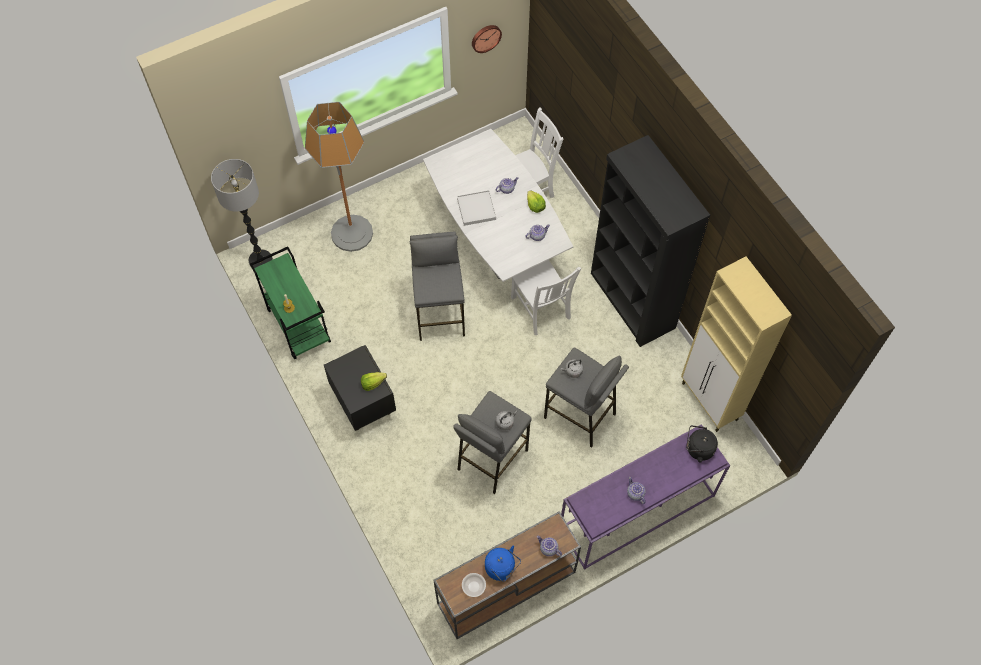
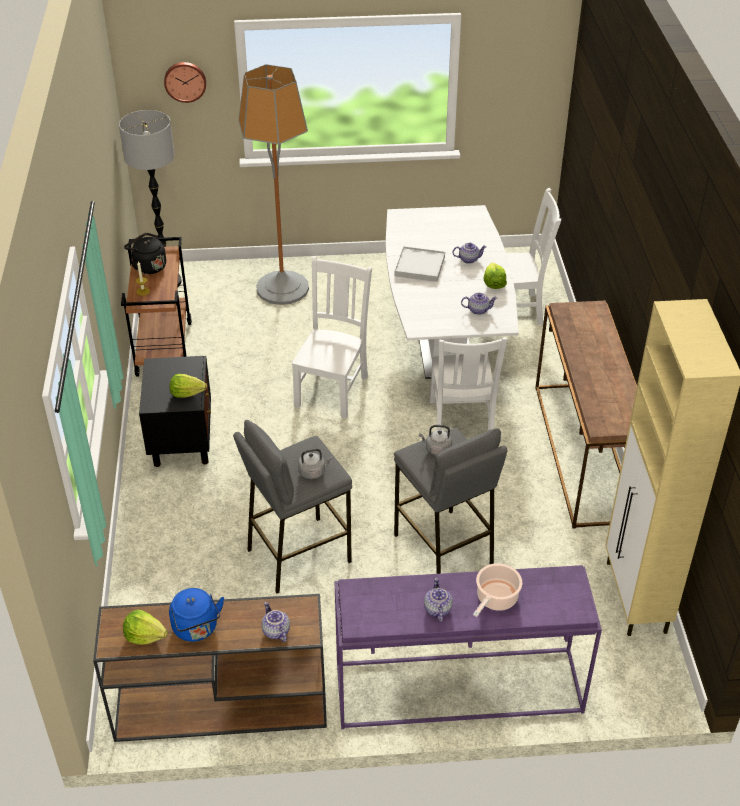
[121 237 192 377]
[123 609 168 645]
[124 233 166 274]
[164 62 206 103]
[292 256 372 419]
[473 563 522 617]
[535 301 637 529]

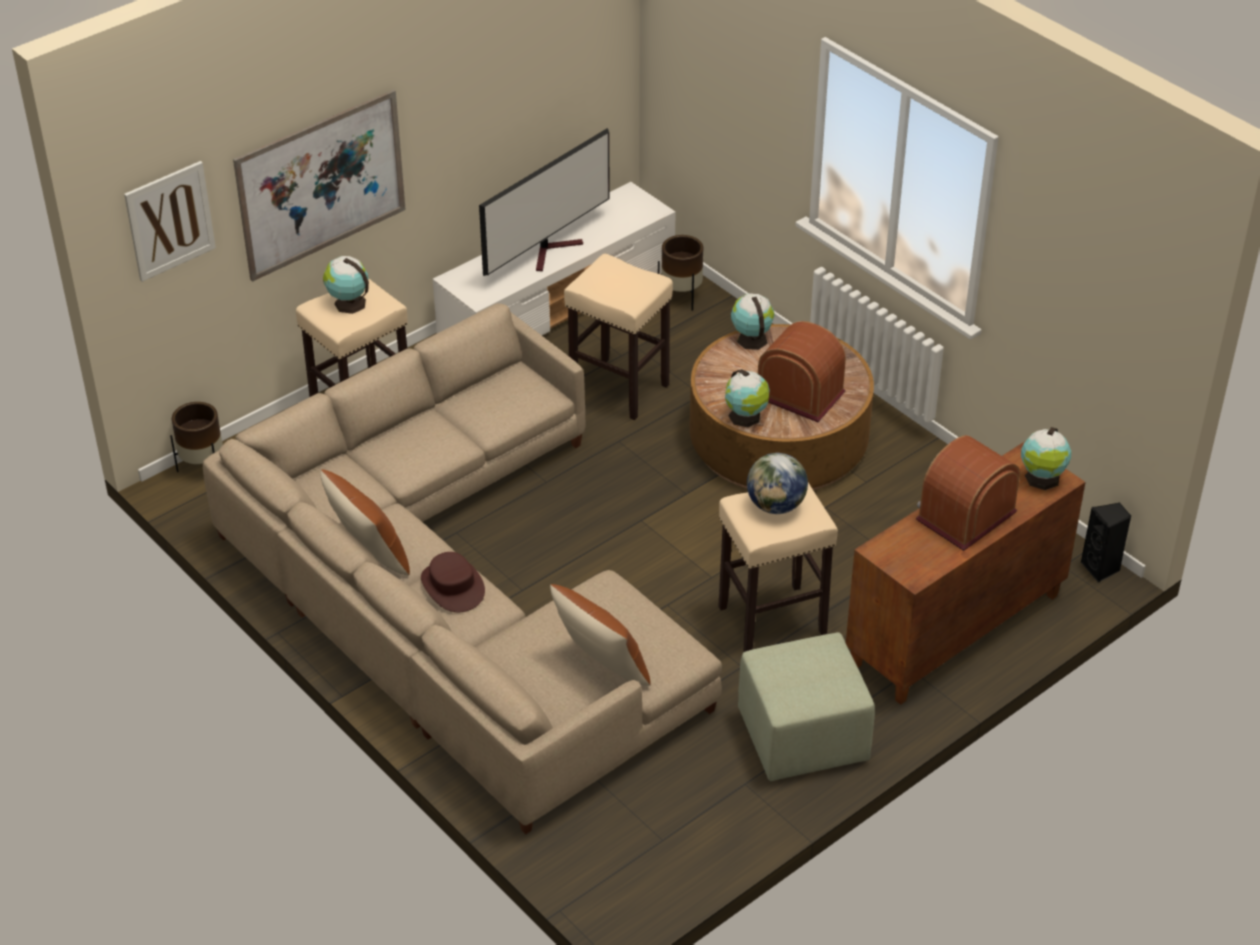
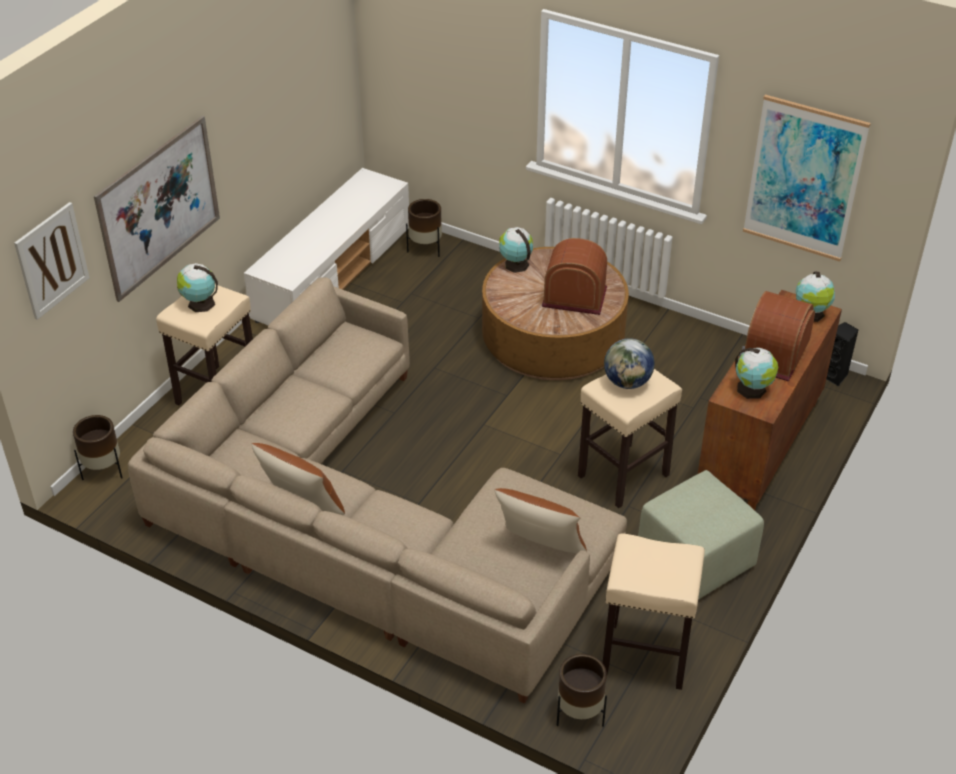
[557 654 607 727]
[602 533 705 690]
[735 348 778 399]
[743 95 871 262]
[421 552 485 612] (first image)
[479 128 610 276] (first image)

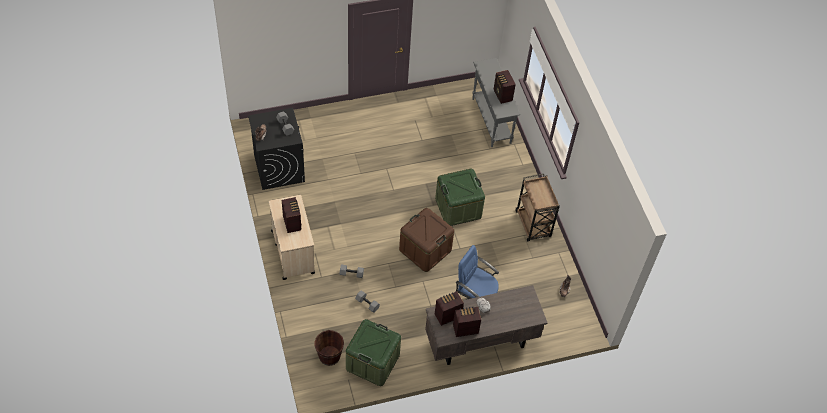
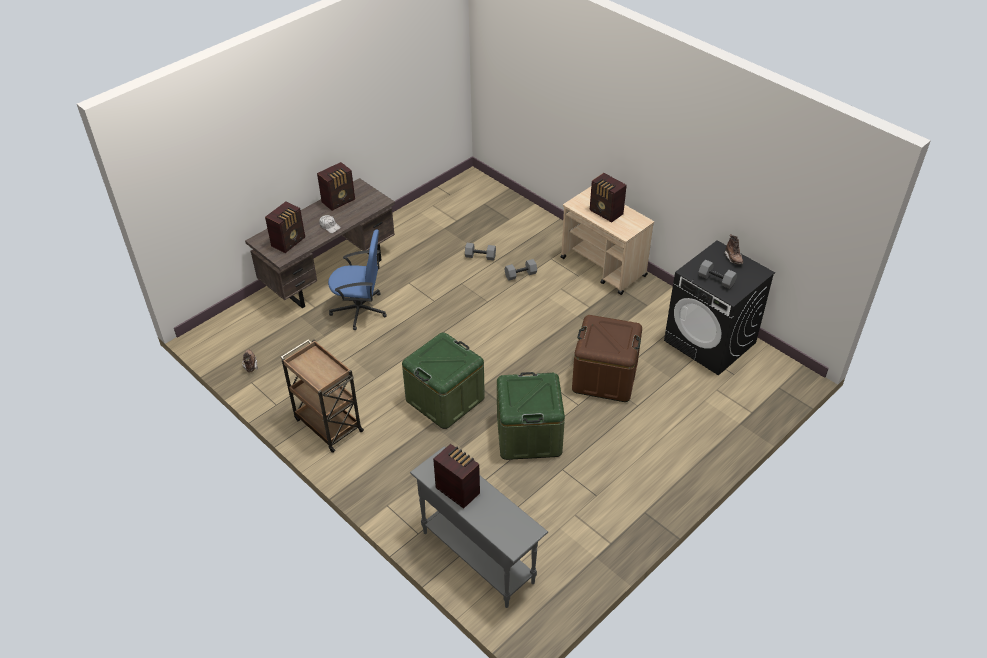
[265 202 305 253]
[497 372 565 460]
[572 315 642 402]
[315 330 344 366] (first image)

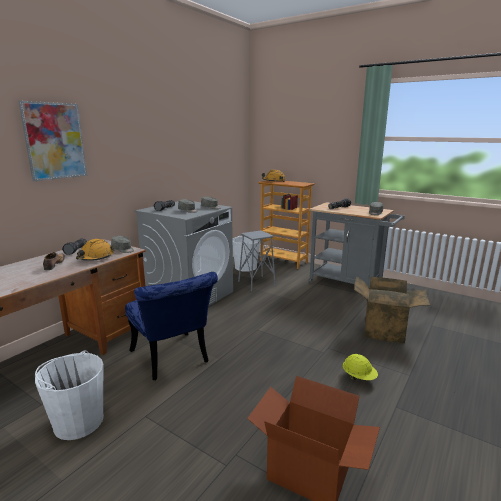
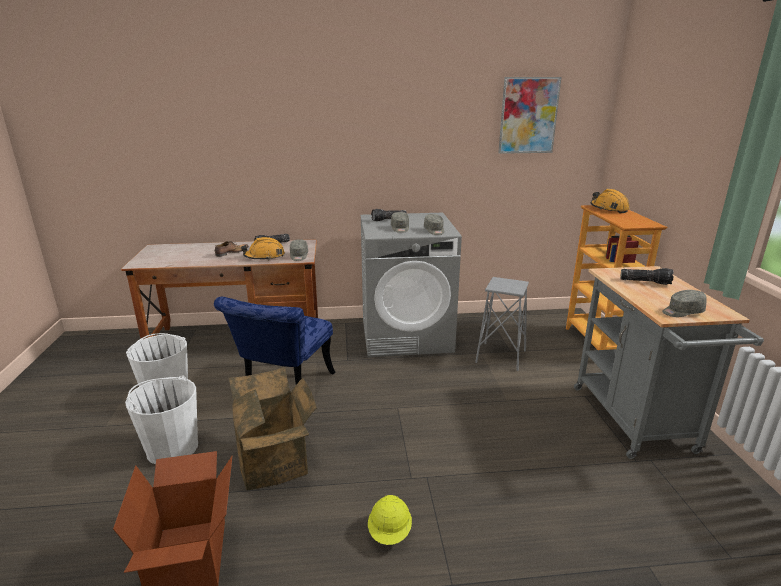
[125 375 198 464]
[229 367 317 490]
[498 77 561 154]

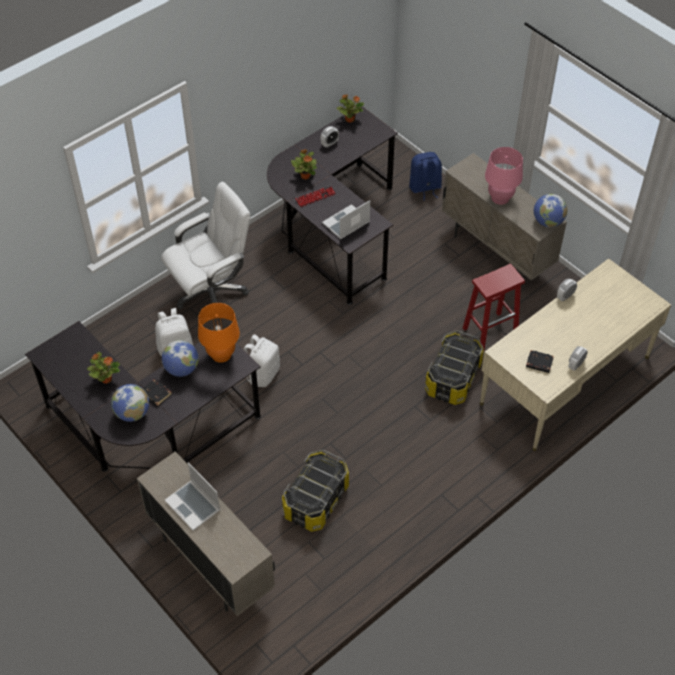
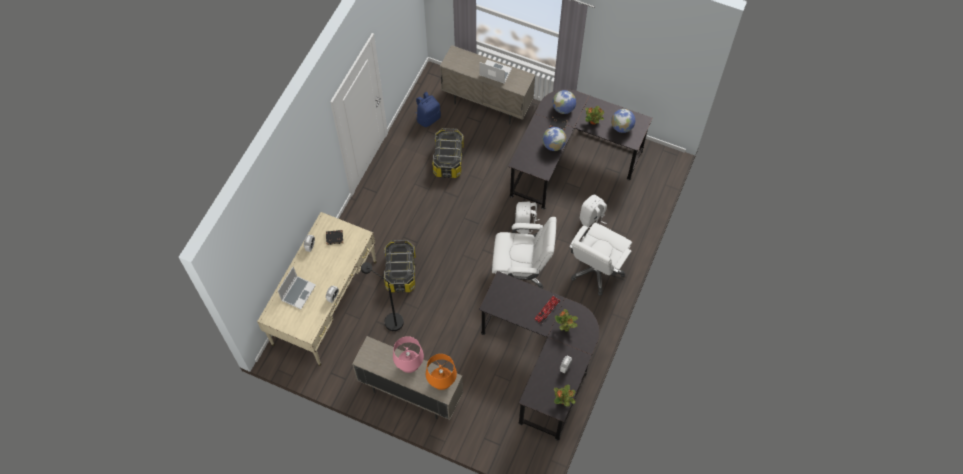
[278 266 316 309]
[361 262 404 331]
[416 92 441 127]
[426 354 457 390]
[492 217 556 289]
[611 109 635 133]

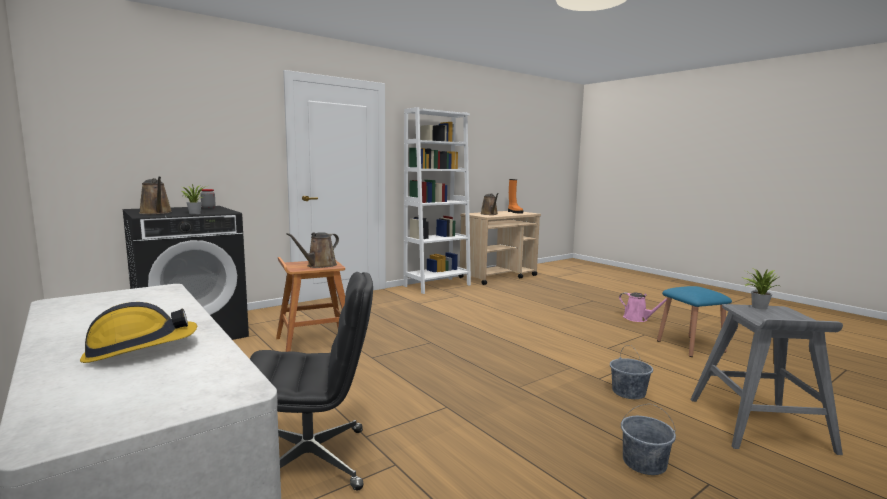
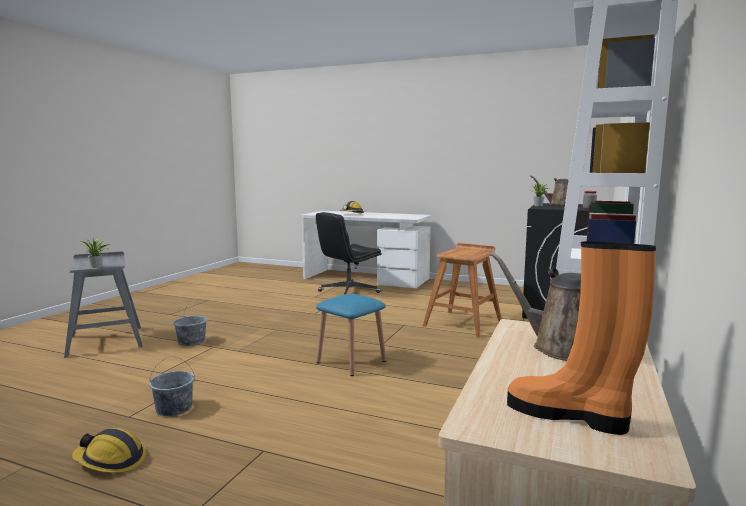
[72 428 146 473]
[149 356 195 416]
[316 294 386 376]
[286 232 339 268] (first image)

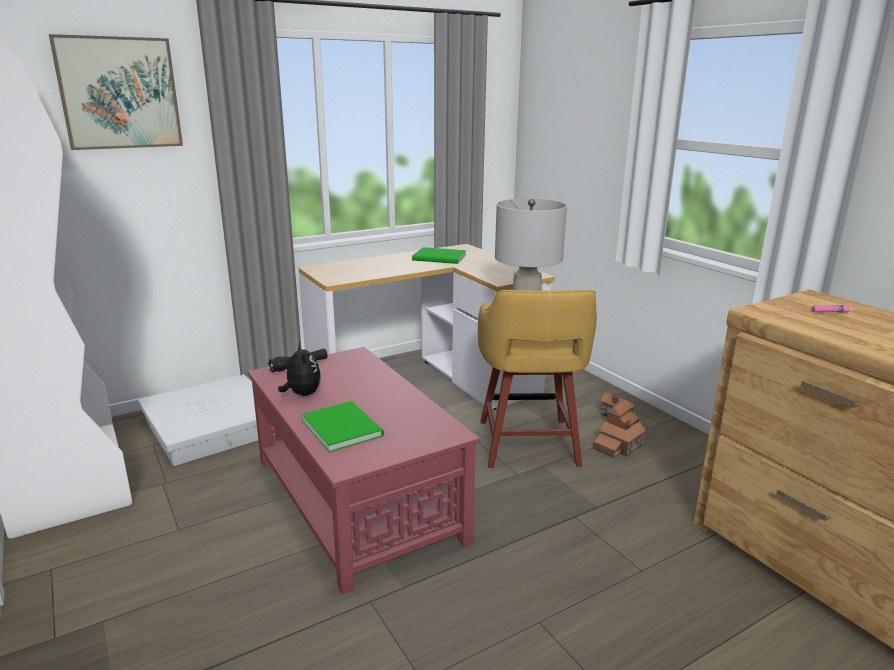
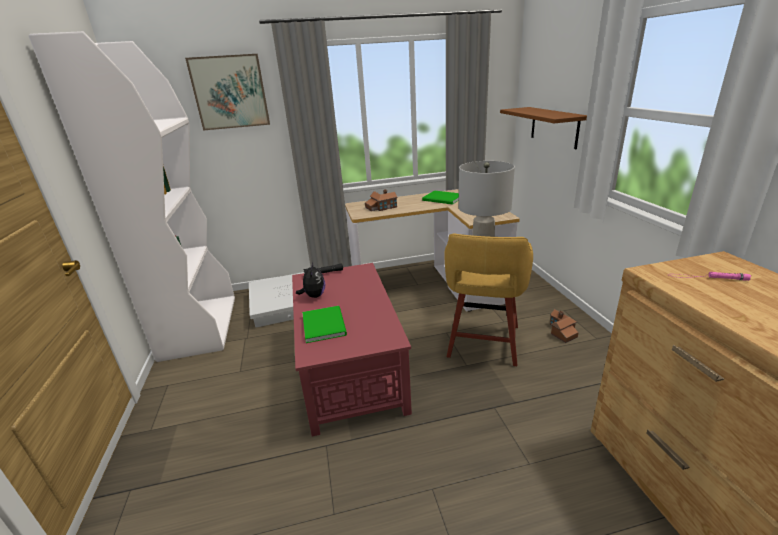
[365 189 398 211]
[500 107 587 149]

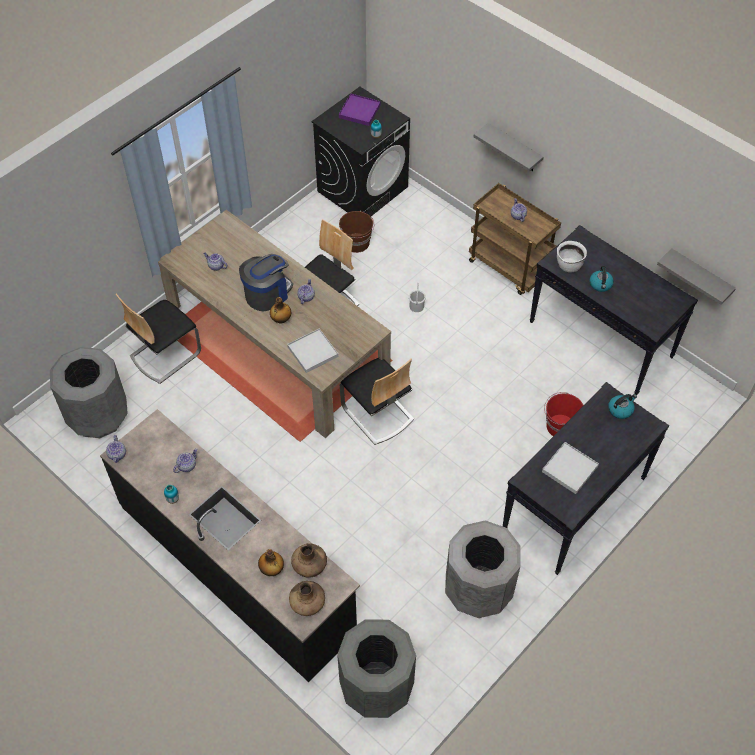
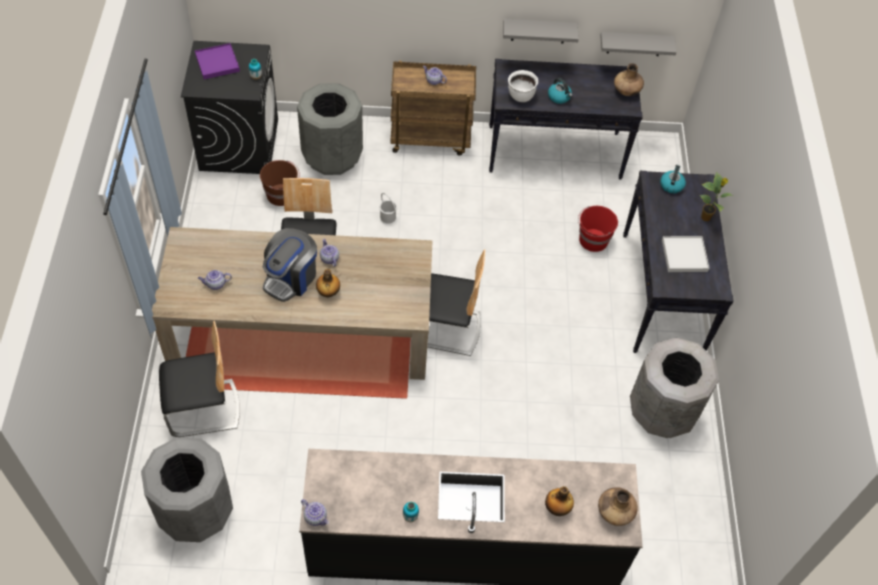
[159 321 240 437]
[263 228 317 302]
[297 83 363 175]
[503 19 579 44]
[614 63 644 96]
[700 172 733 221]
[173 448 198 473] (first image)
[287 328 338 373] (first image)

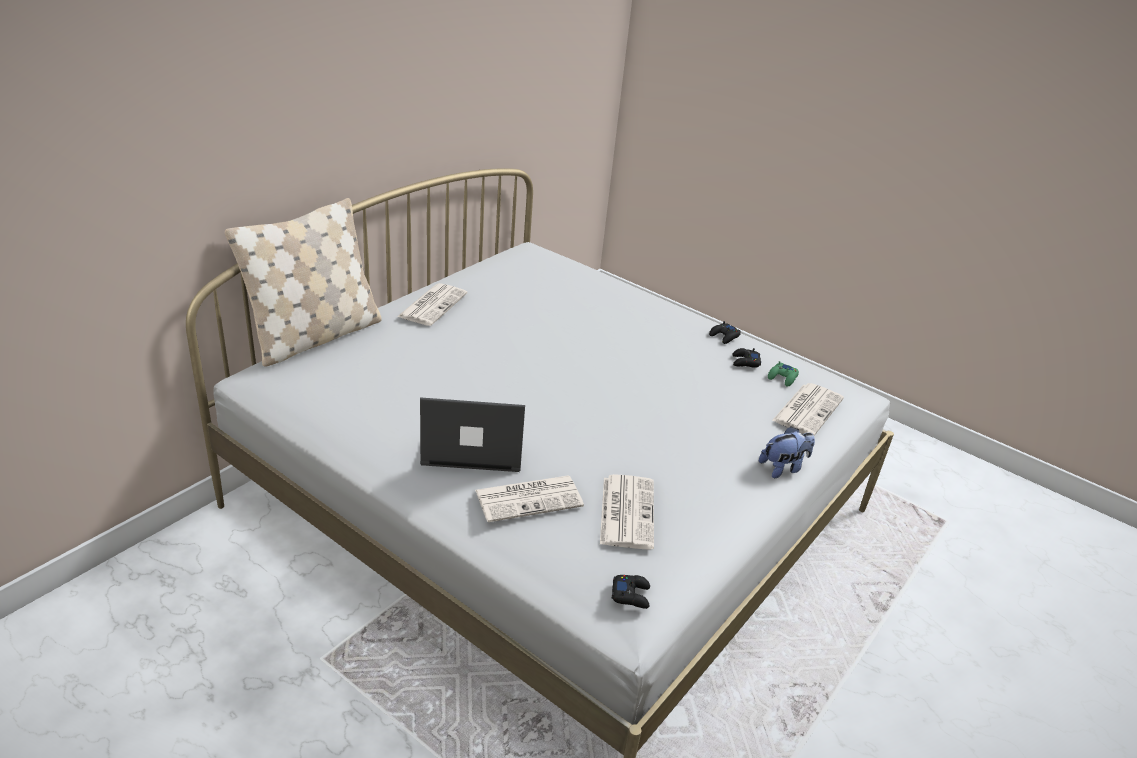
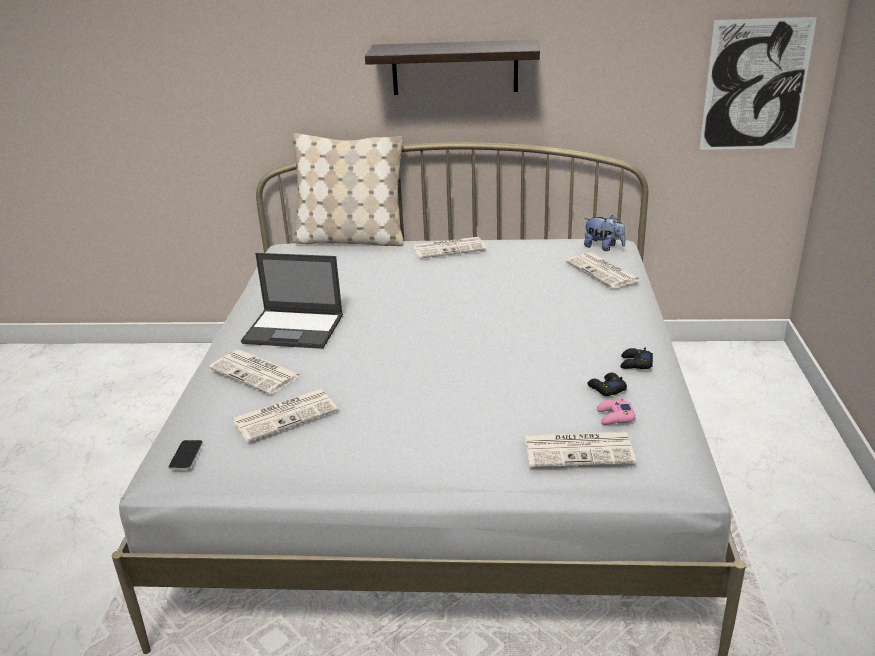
[168 440 203 469]
[241 253 343 349]
[365 40 540 95]
[566 253 641 288]
[584 215 626 251]
[597 397 636 425]
[699 17 817 150]

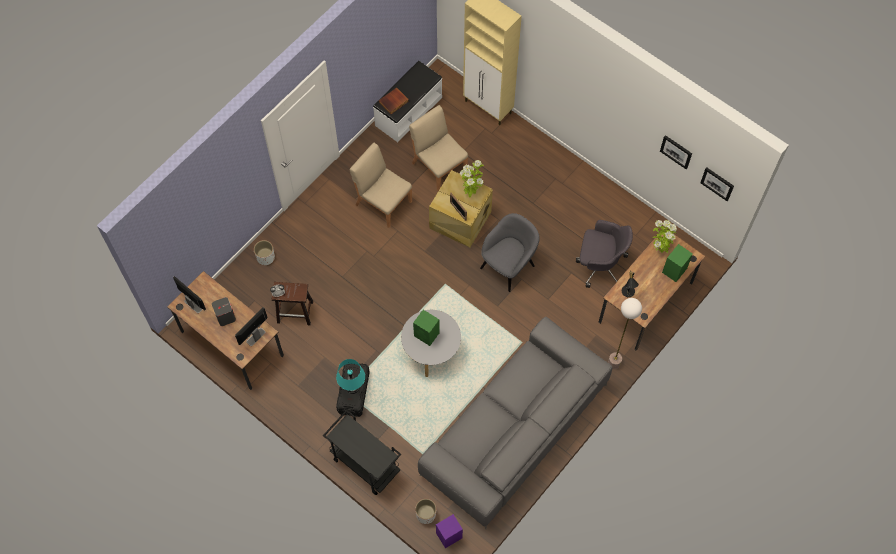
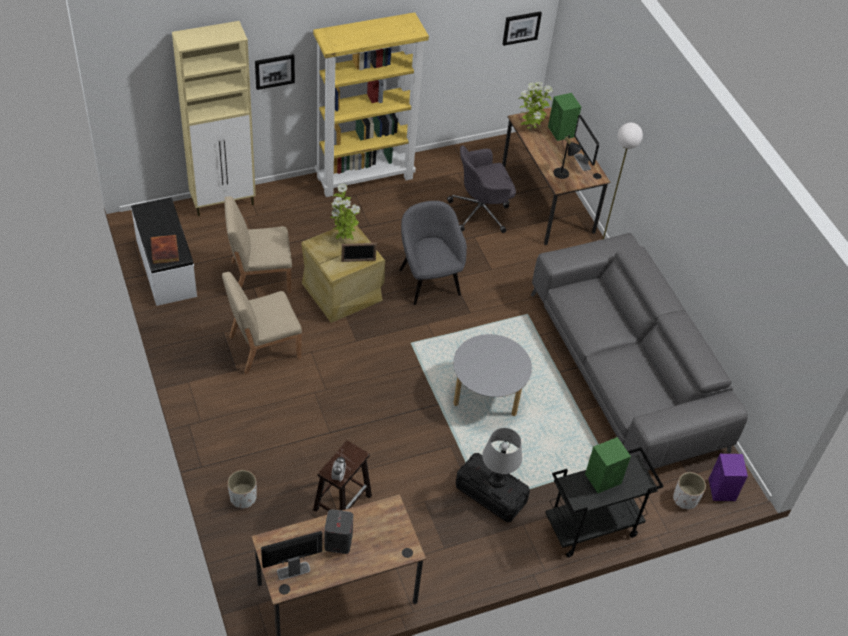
[255 54 295 90]
[313 12 429 197]
[447 145 516 233]
[482 428 522 488]
[574 115 599 171]
[585 437 631 493]

